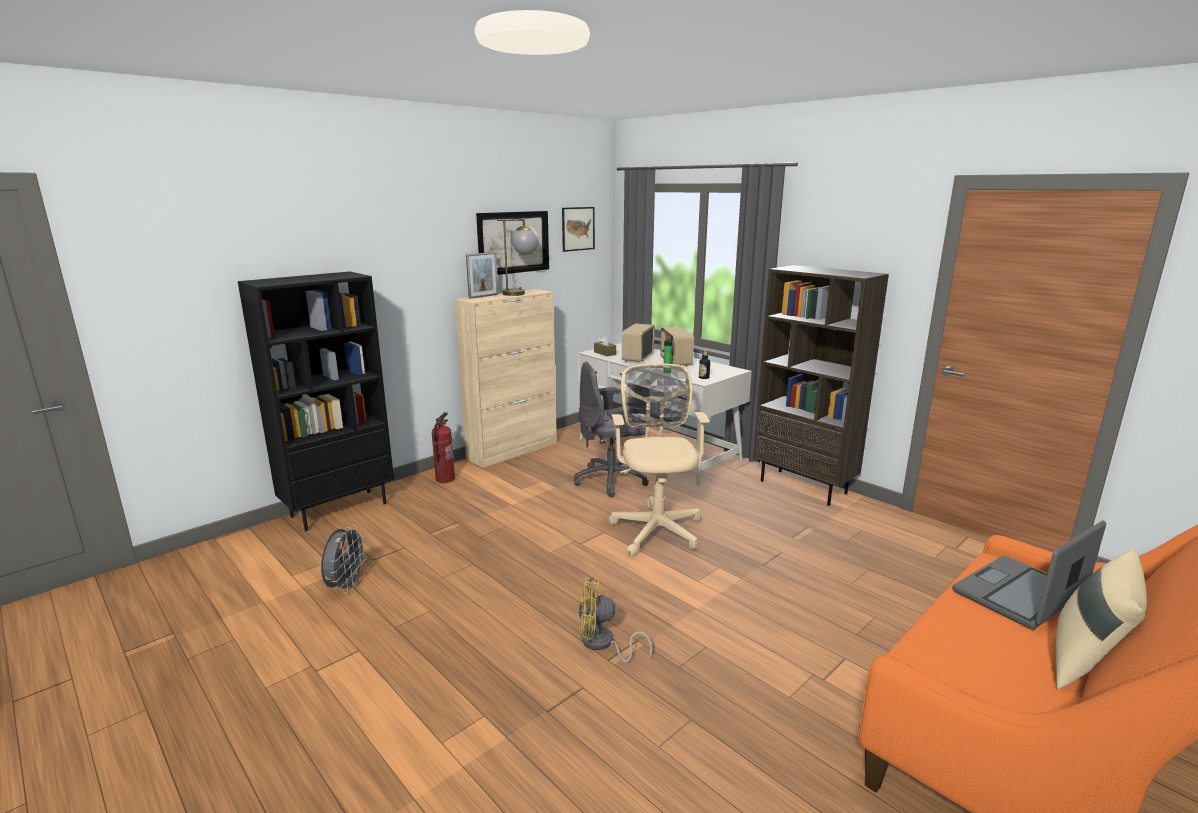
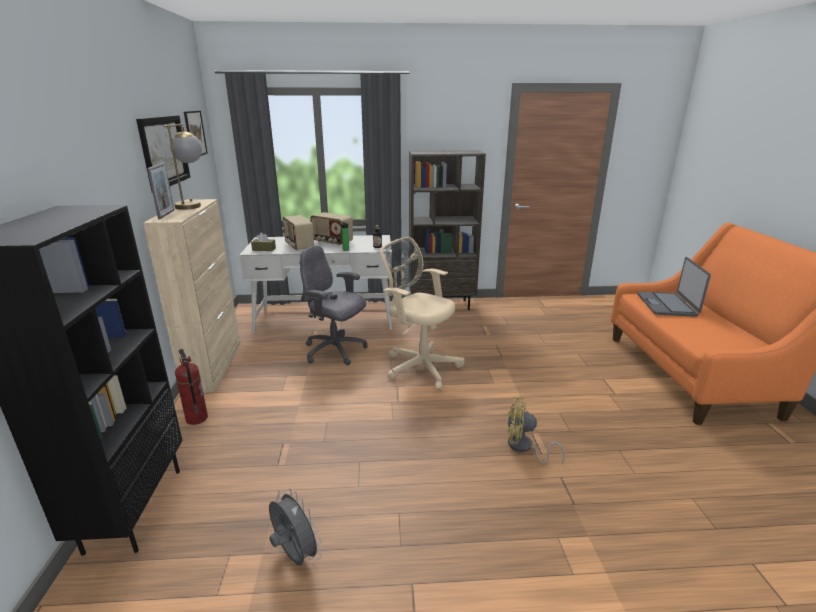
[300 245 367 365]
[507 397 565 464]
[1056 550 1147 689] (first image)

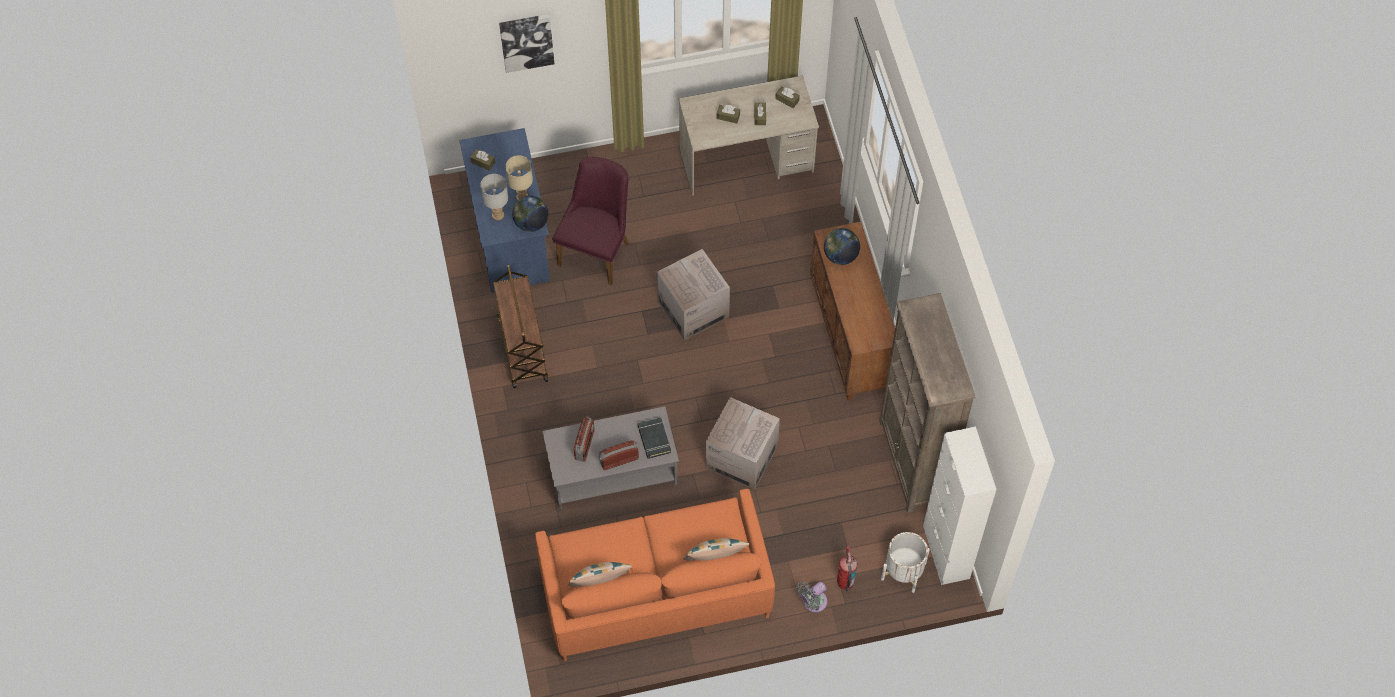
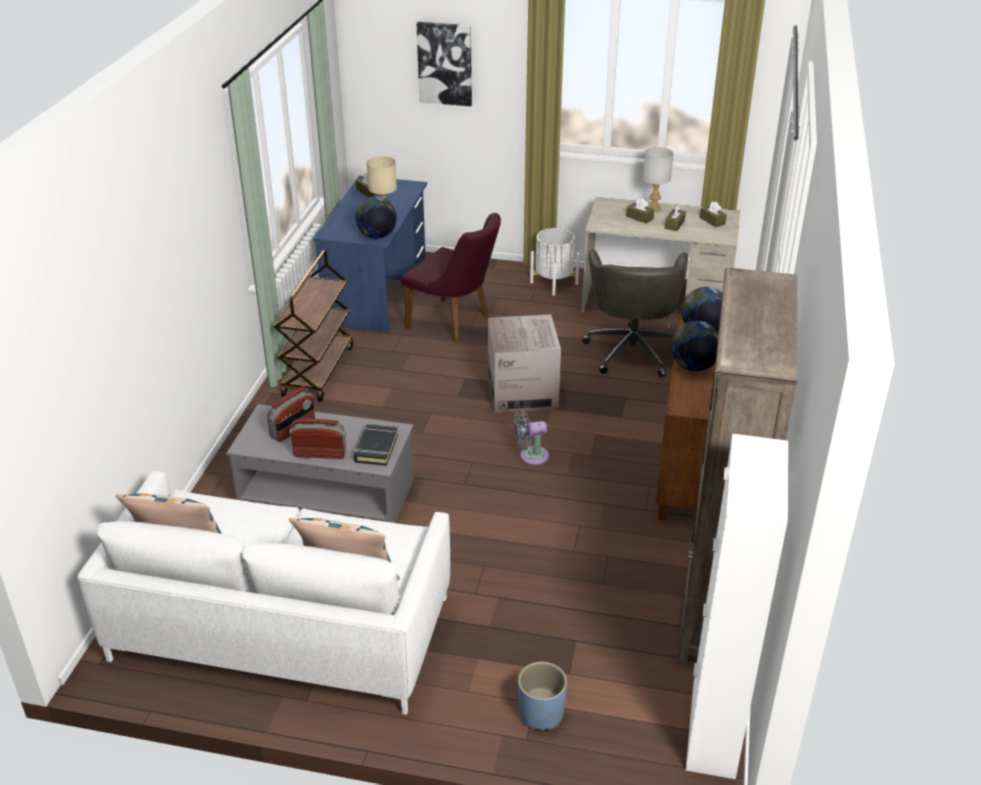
[77 471 450 715]
[401 213 501 344]
[514 411 549 465]
[518 662 567 730]
[530 228 580 296]
[582 249 688 377]
[643 147 674 212]
[671 321 719 371]
[706 397 780 490] (first image)

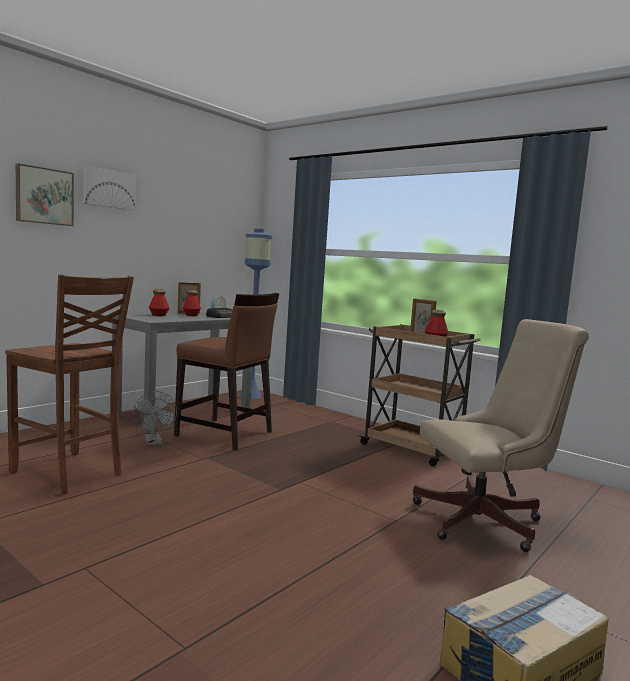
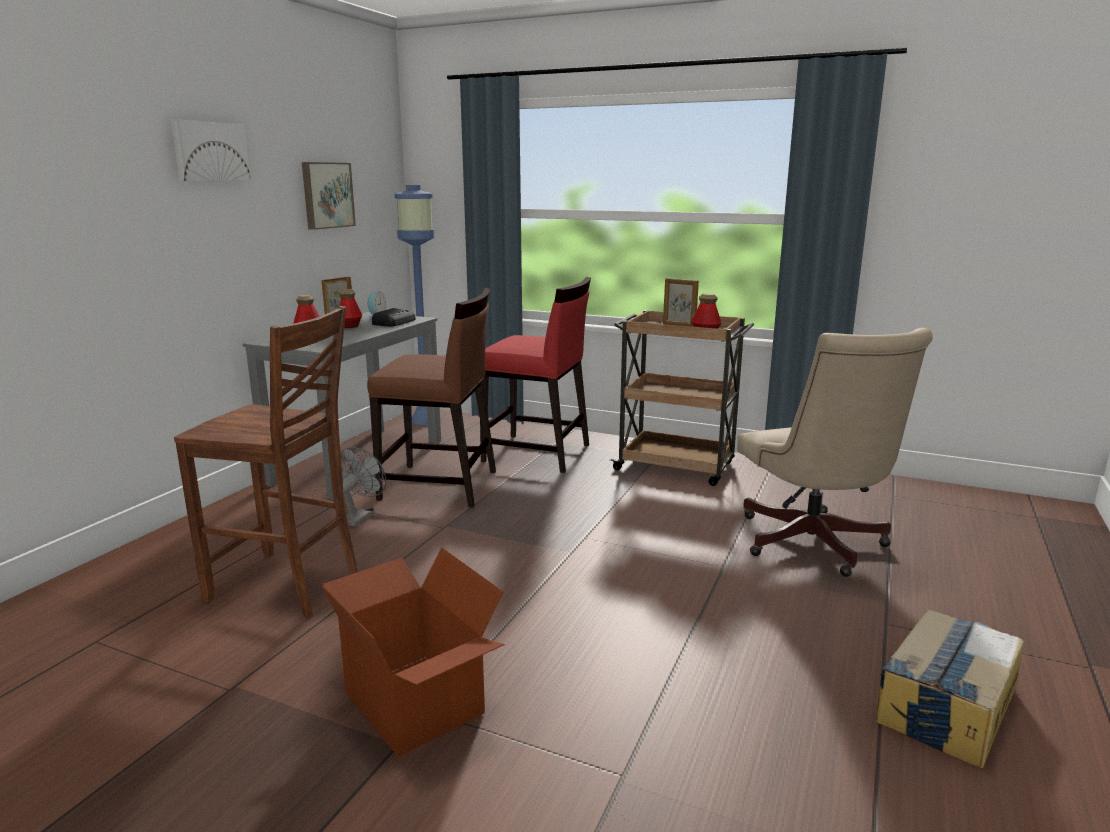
[302 162 356 230]
[320 547 504 757]
[340 447 386 526]
[480 277 591 473]
[737 328 933 577]

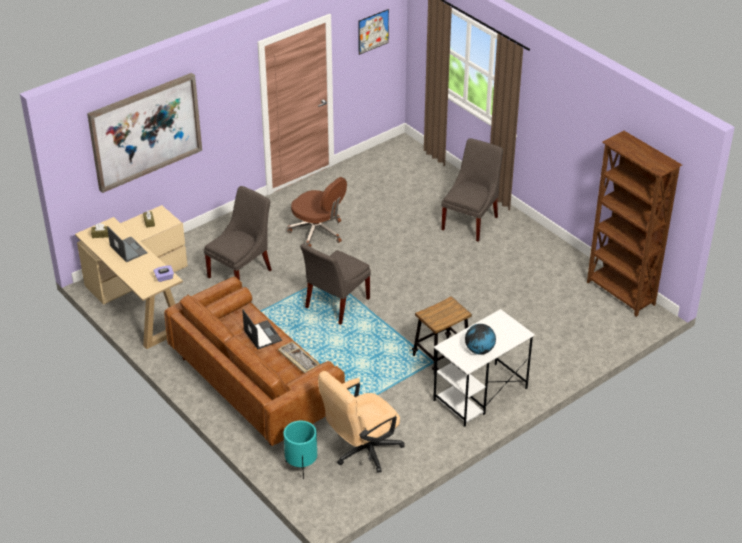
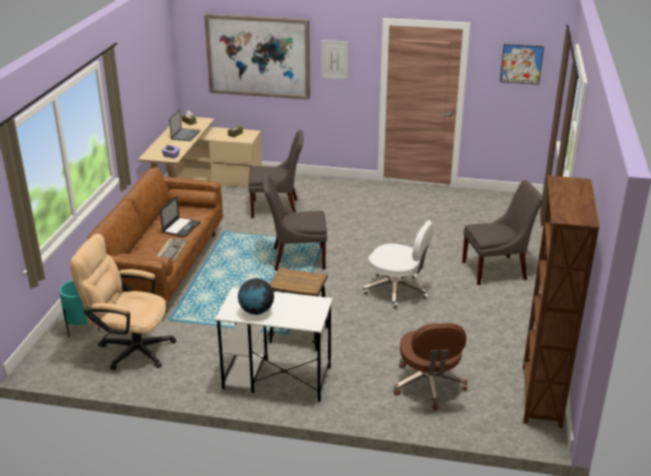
[321 40 348 80]
[363 220 434 309]
[393 323 468 410]

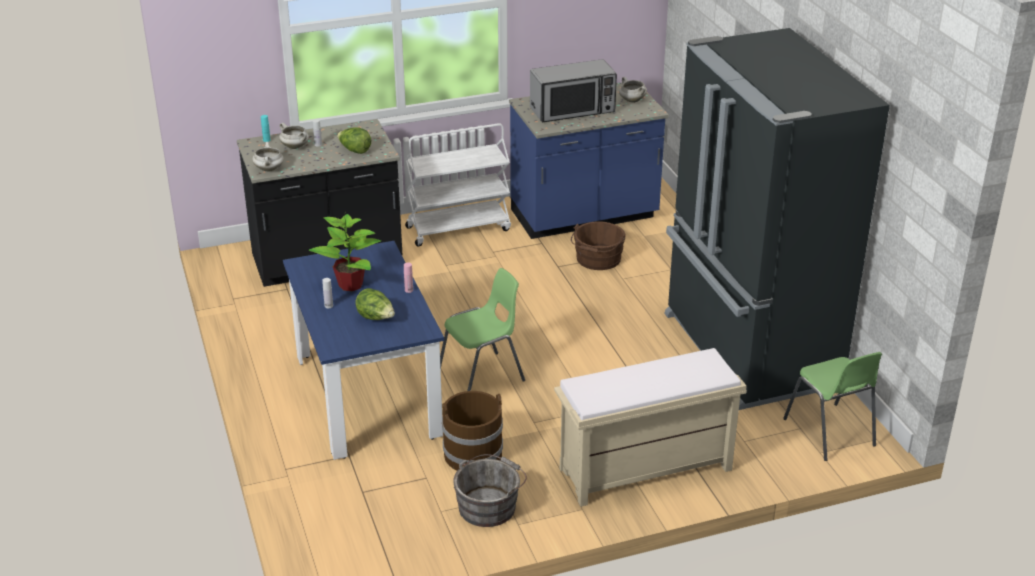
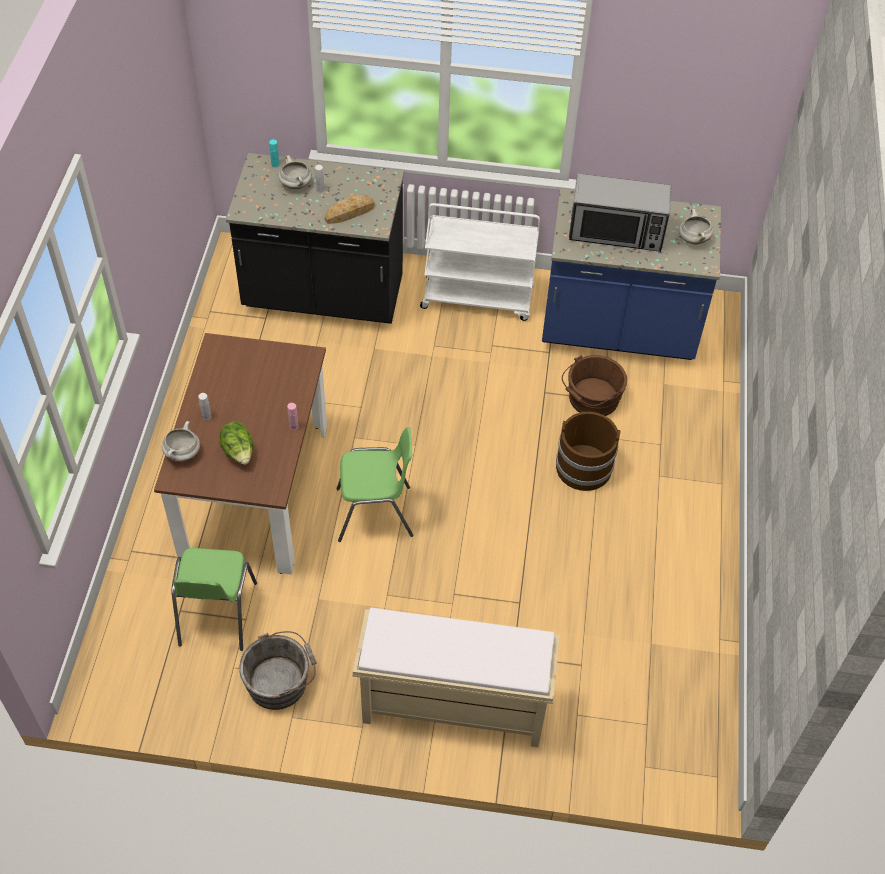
[154 333 327 575]
[162 421 200 462]
[172 548 257 651]
[325 194 375 224]
[556 412 620 491]
[309 214 381 291] (first image)
[665 28 890 410] (first image)

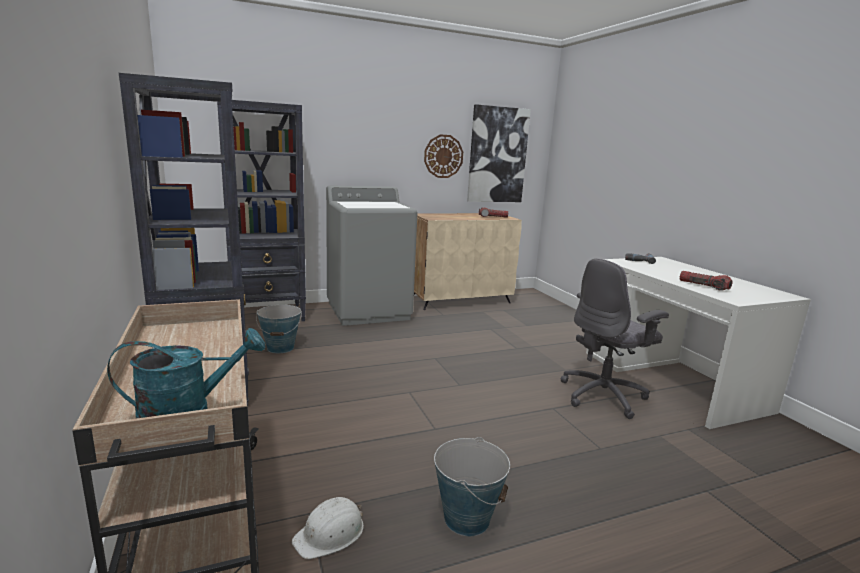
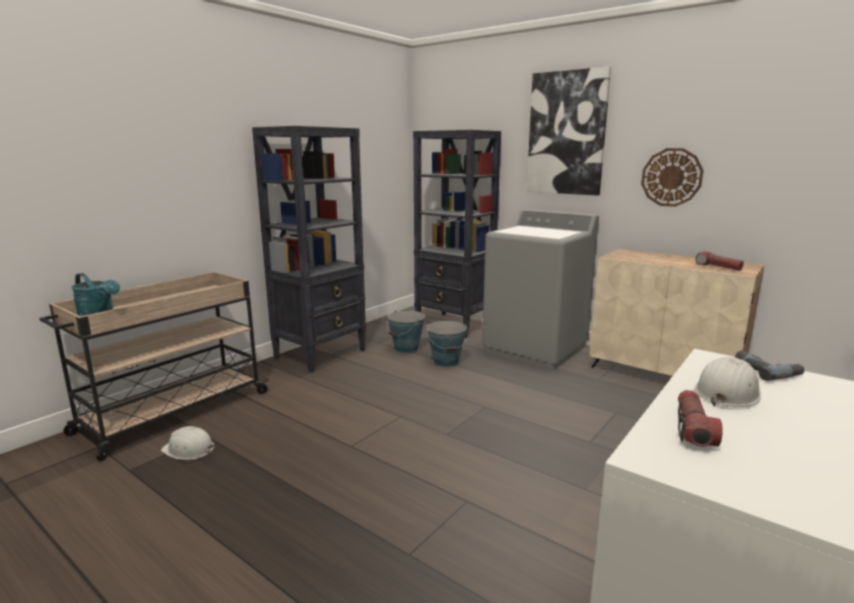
[427 321 468 367]
[526 66 611 195]
[694 357 761 407]
[560 259 669 419] (first image)

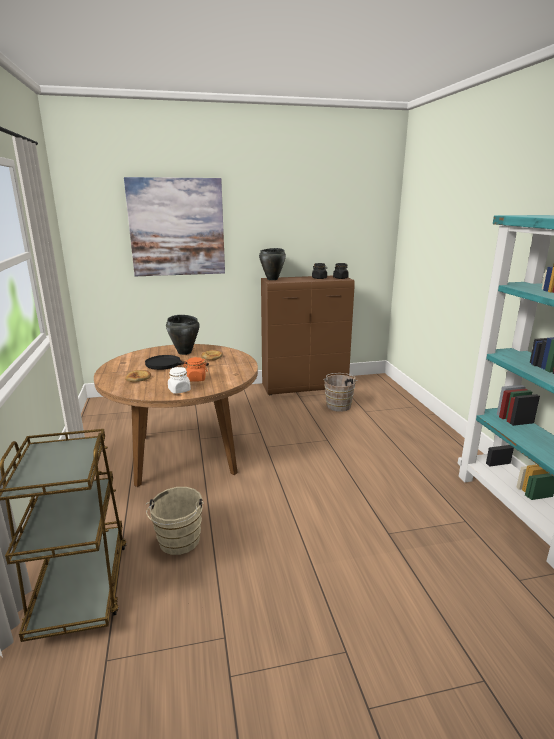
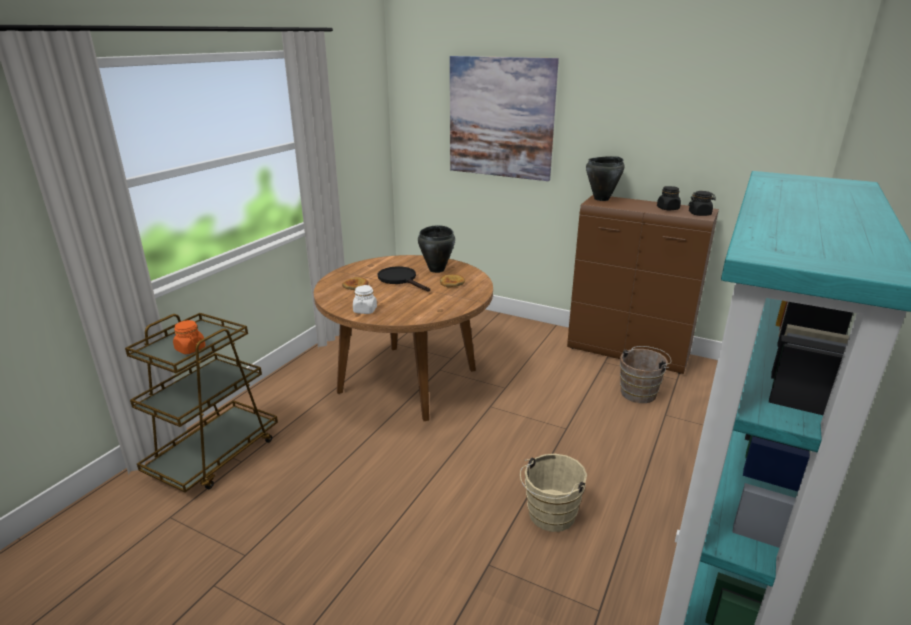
[173 320 206 354]
[520 454 587 532]

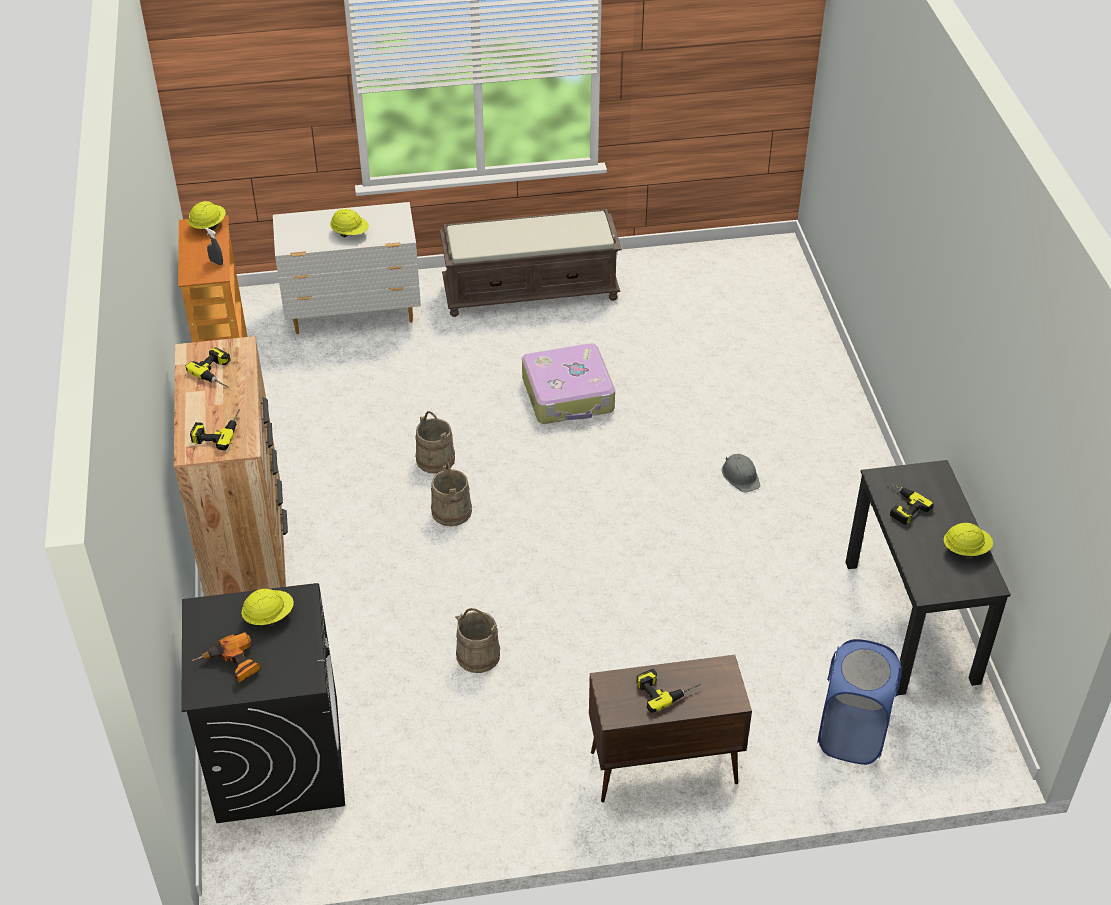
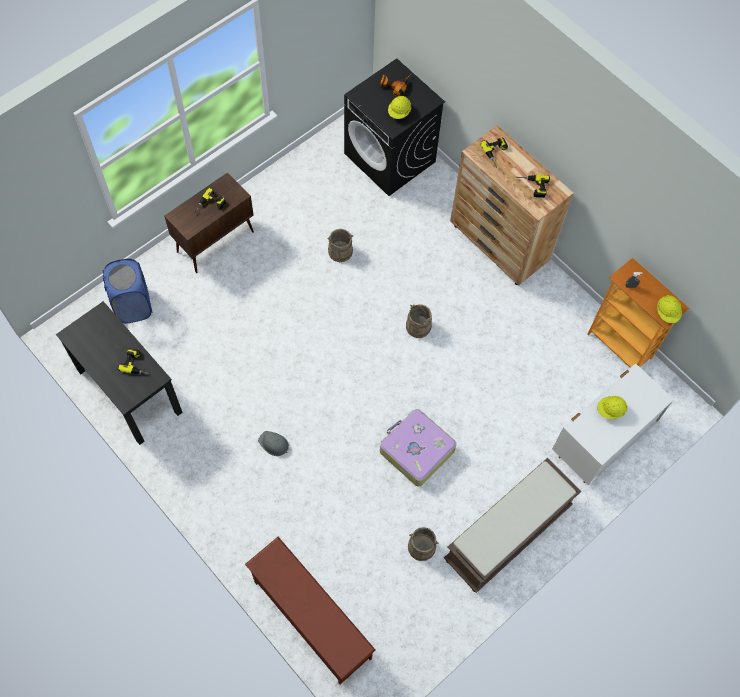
[245 537 376 684]
[408 527 438 561]
[943 523 993 558] (first image)

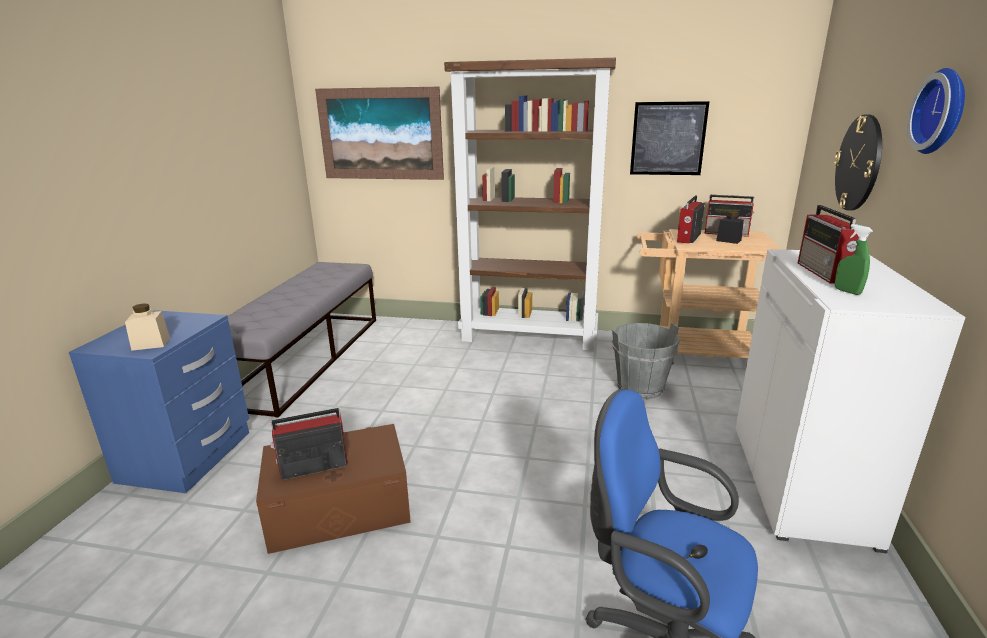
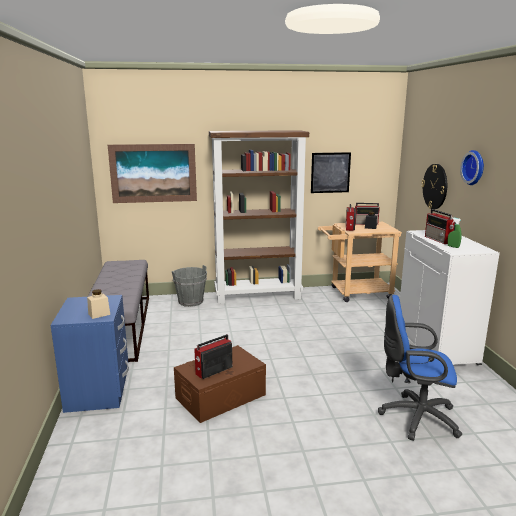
[172 265 207 307]

